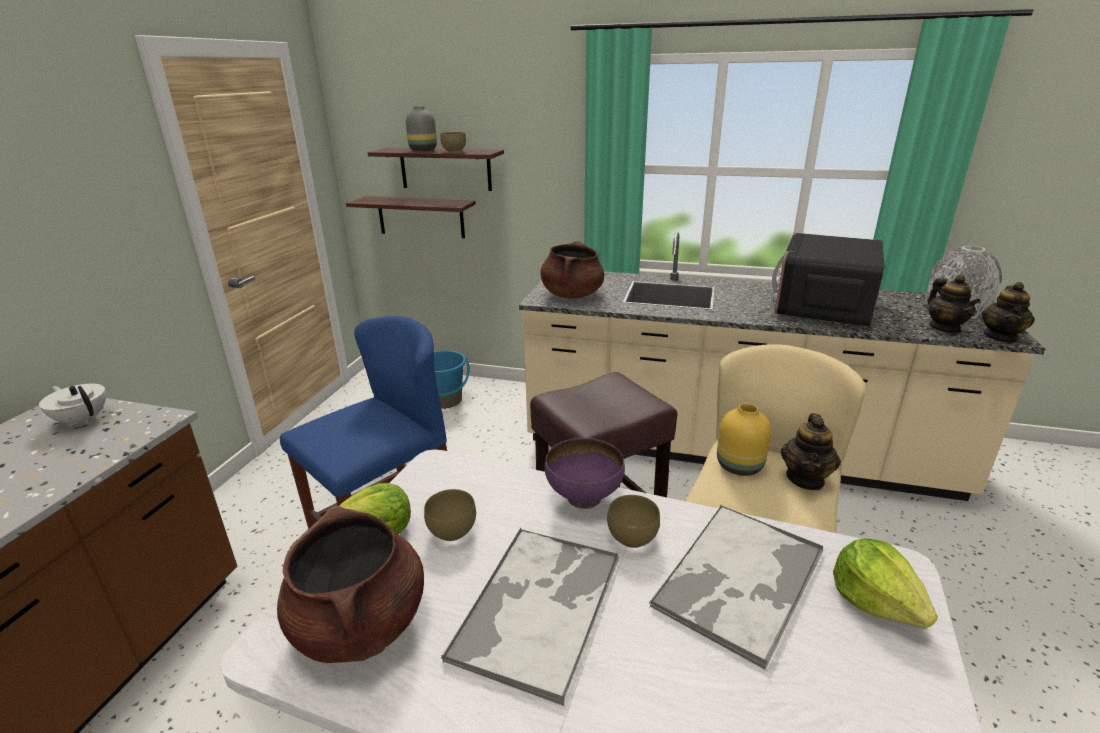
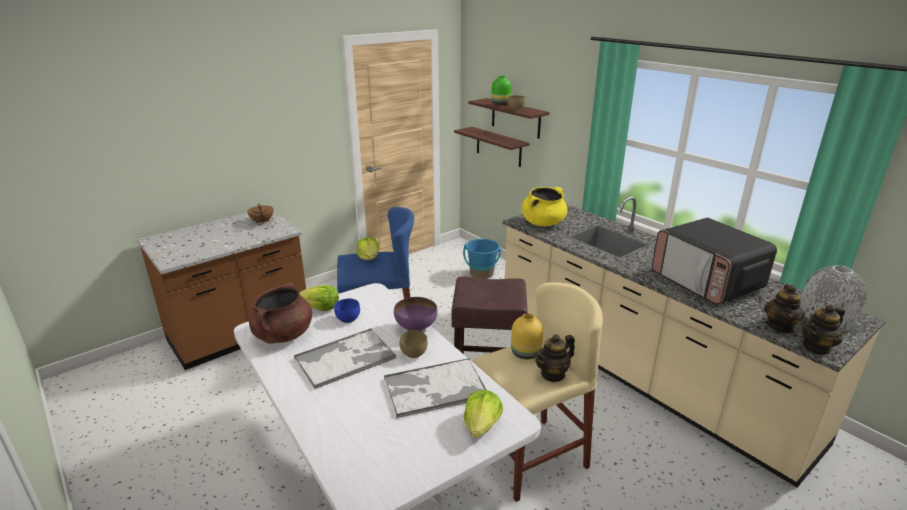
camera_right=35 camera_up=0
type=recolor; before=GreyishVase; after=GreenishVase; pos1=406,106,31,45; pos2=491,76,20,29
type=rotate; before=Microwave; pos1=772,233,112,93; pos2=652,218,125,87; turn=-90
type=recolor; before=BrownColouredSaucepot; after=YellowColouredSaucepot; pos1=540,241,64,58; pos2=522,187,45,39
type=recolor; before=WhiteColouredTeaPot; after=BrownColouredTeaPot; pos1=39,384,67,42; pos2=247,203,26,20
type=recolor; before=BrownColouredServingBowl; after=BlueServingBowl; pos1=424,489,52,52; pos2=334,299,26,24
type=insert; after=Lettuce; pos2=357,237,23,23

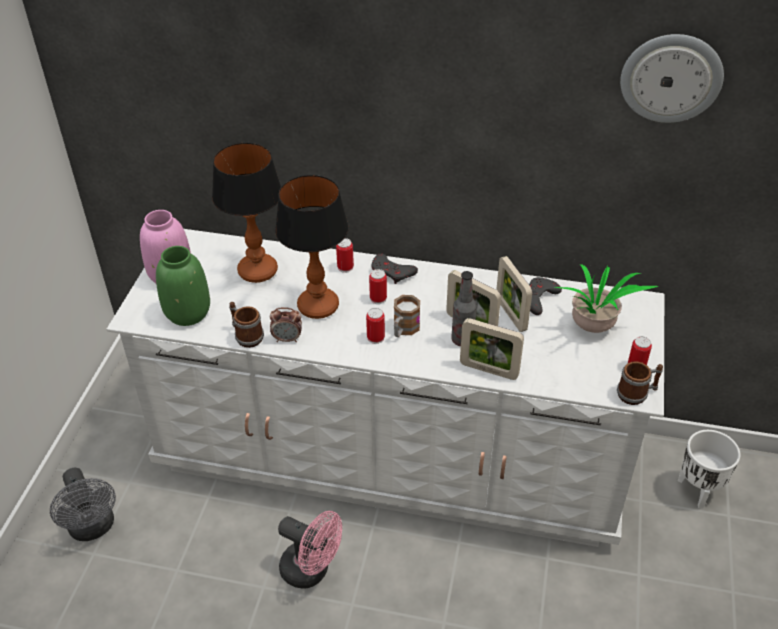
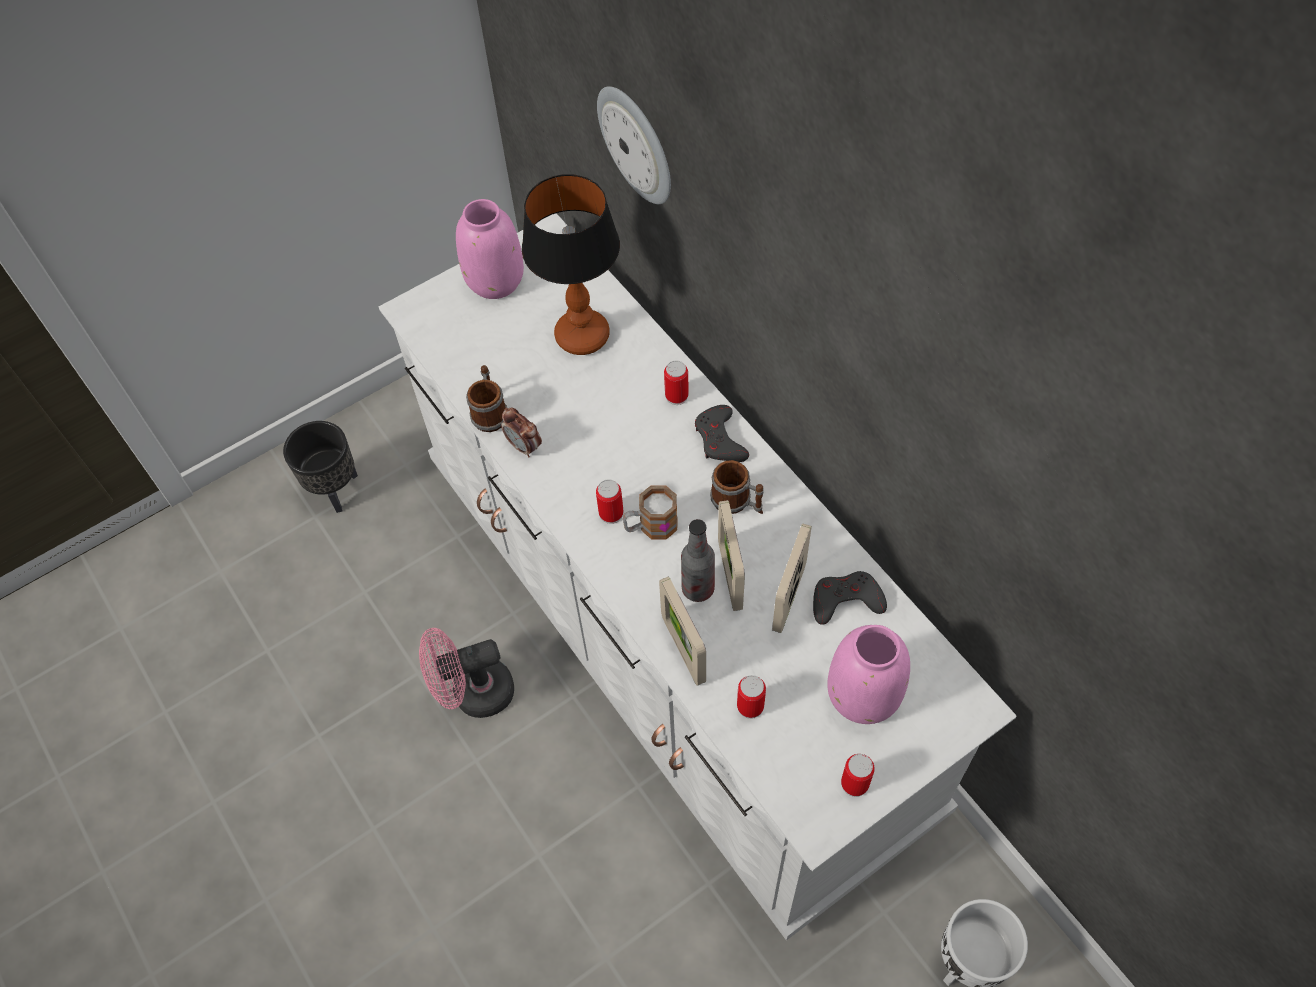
camera_right=45 camera_up=15
type=move; before=HangingClock; pos1=620,34,104,89; pos2=597,86,74,118
type=delete; before=TableLamp; pos1=275,175,74,144
type=delete; before=GreenishVase; pos1=156,246,54,80
type=replace; before=Houseplant; after=PinkColouredVase; pos1=555,264,103,69; pos2=827,625,83,99
type=move; before=MetalCan; pos1=369,269,18,35; pos2=737,675,29,44
type=move; before=Mug; pos1=617,361,46,44; pos2=710,460,54,54
type=replace; before=GreyishFan; after=BlackishPlantPot; pos1=50,468,66,73; pos2=283,421,75,92
type=rotate; before=PinkColouredFan; pos1=278,511,64,78; pos2=419,628,95,90; turn=90

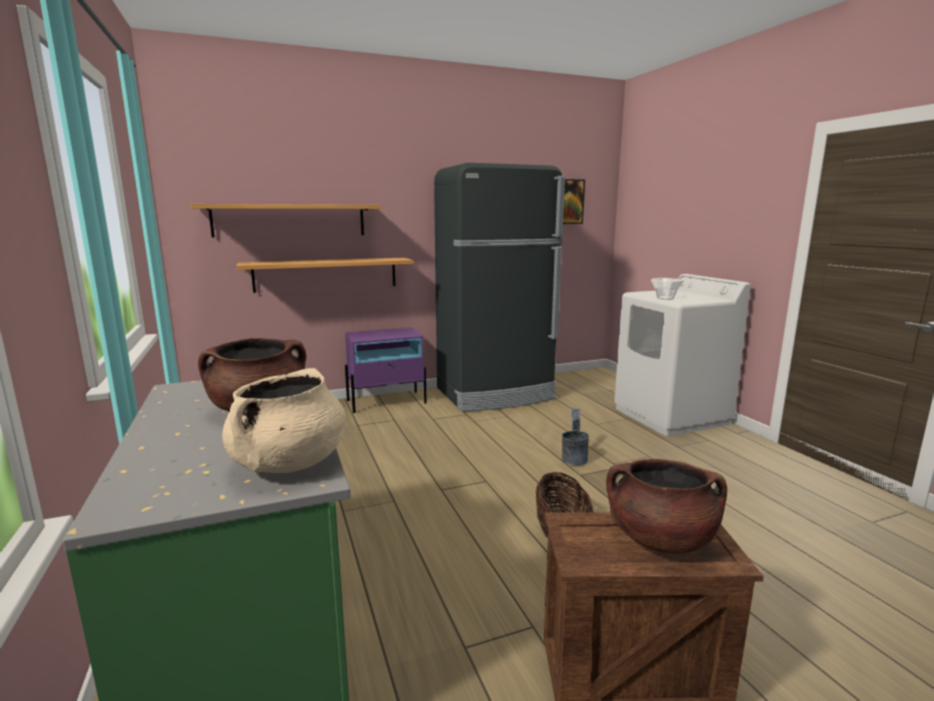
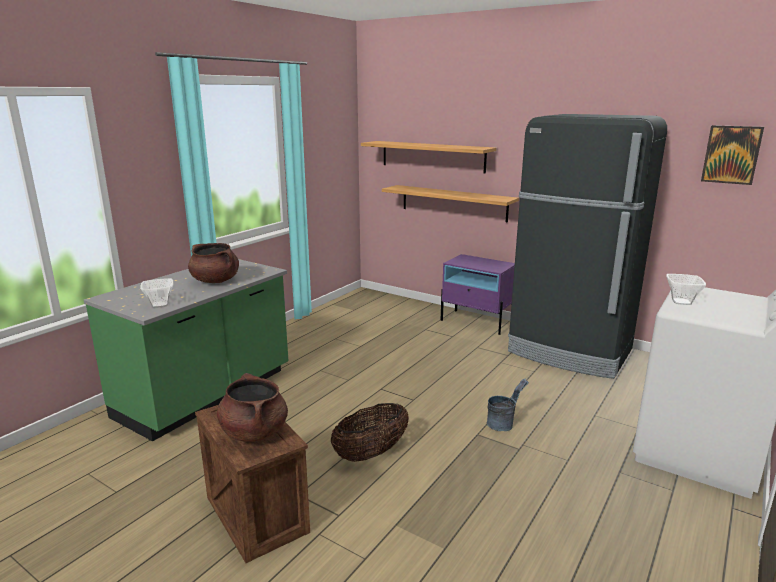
camera_right=55 camera_up=5
type=replace; before=BeigeSaucepot; after=ServingBowl; pos1=222,368,124,105; pos2=140,278,33,30

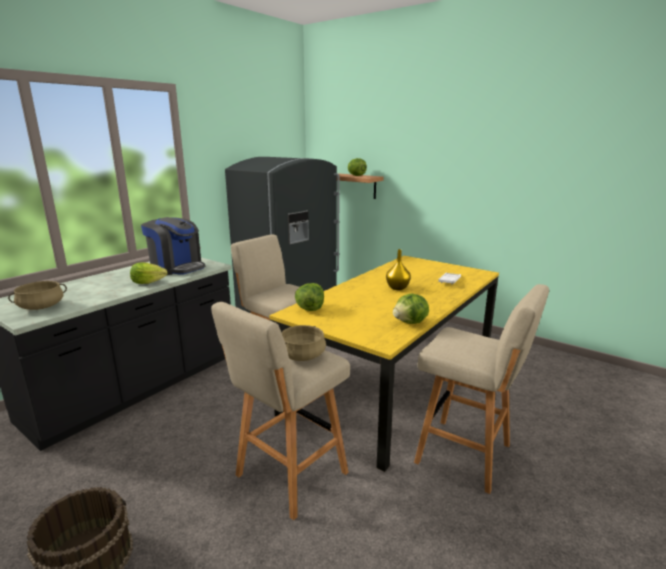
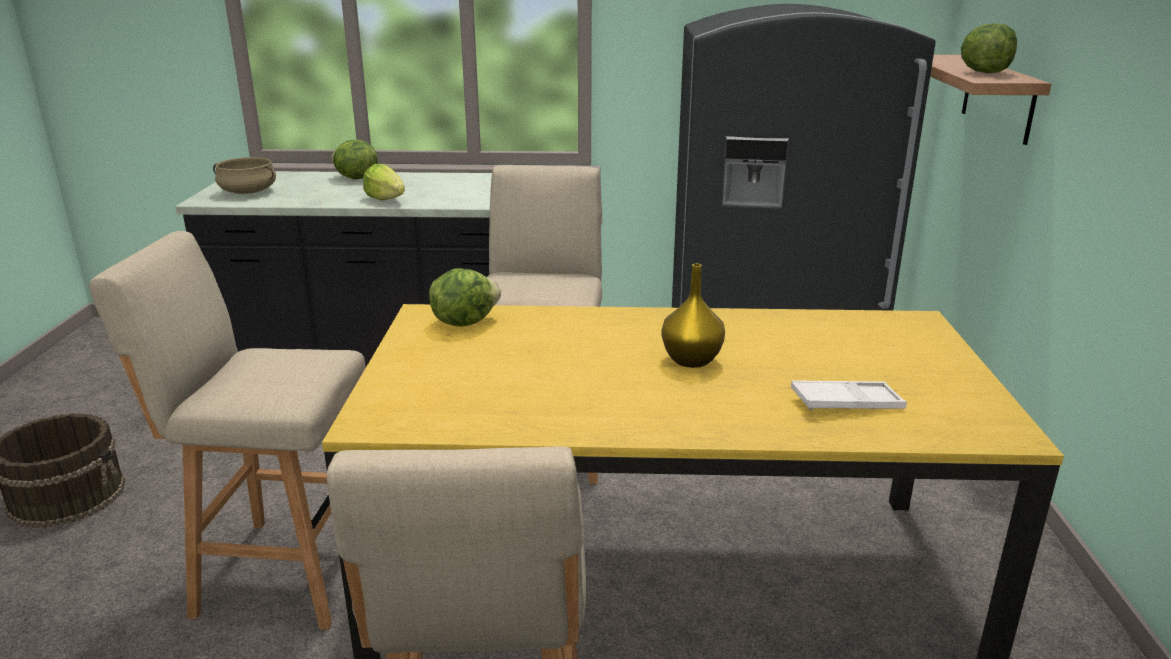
camera_right=55 camera_up=5
type=delete; before=CoffeeBrewer; pos1=141,217,64,58
type=move; before=Lettuce; pos1=393,293,36,31; pos2=332,140,46,39
type=delete; before=BeigeSaucepot; pos1=281,325,45,36

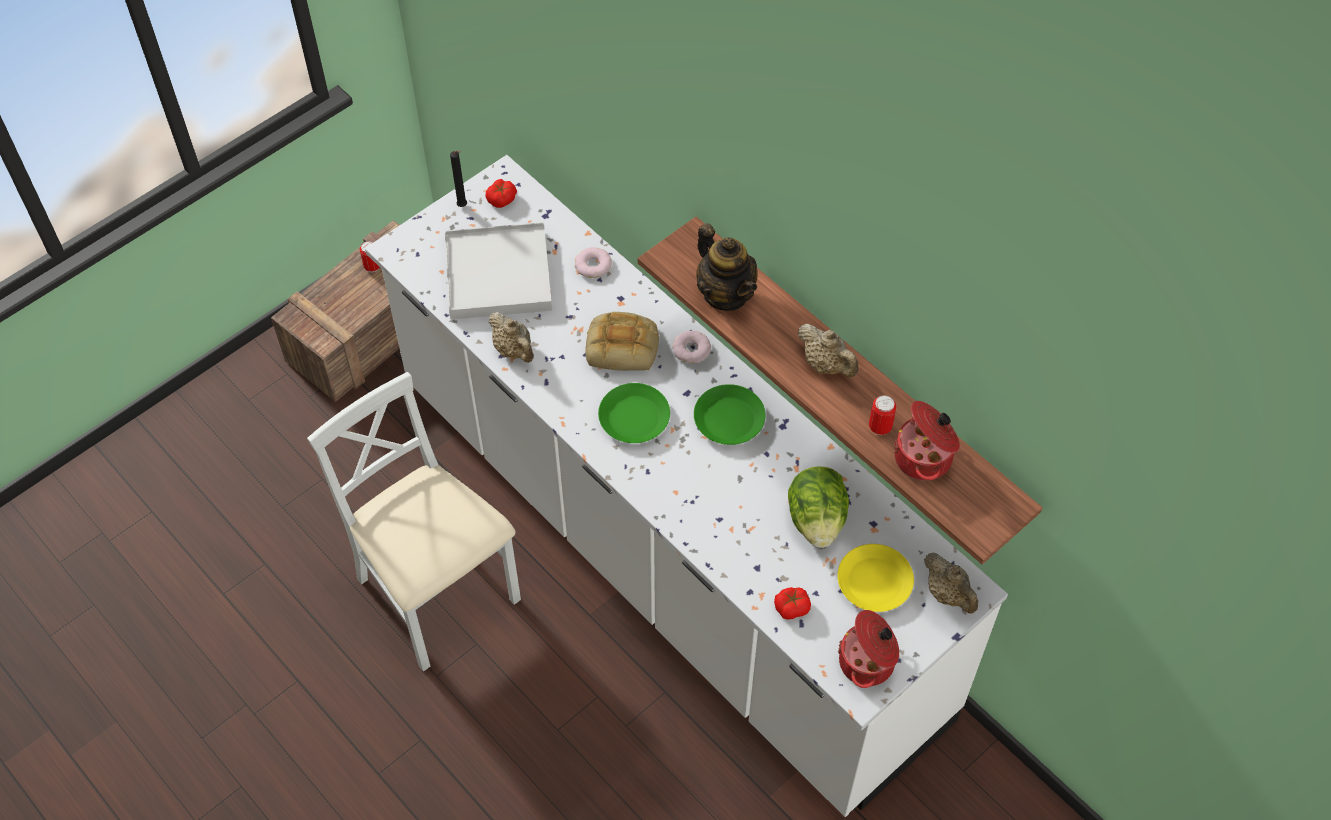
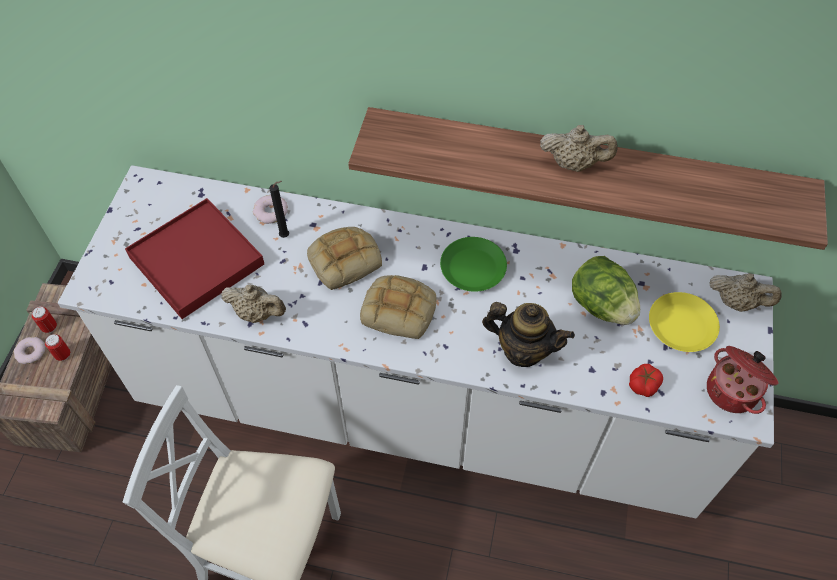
camera_right=-35 camera_up=0
type=move; before=BlackishWaxLight; pos1=450,150,17,57; pos2=269,181,20,57
type=delete; before=WholeTomato; pos1=485,179,32,29
type=recolor; before=WhiteColouredServingTray; after=RedServingTray; pos1=445,222,107,98; pos2=125,198,139,121
type=move; before=TeaPot; pos1=696,223,62,88; pos2=482,302,93,65
type=move; before=Donut; pos1=672,331,39,32; pos2=14,337,32,27
type=replace; before=GreenishPlate; after=Bread; pos1=598,383,72,60; pos2=360,275,76,64
type=move; before=MetalCan; pos1=869,395,27,40; pos2=45,334,25,27
type=delete; before=Saucepot; pos1=894,401,66,80

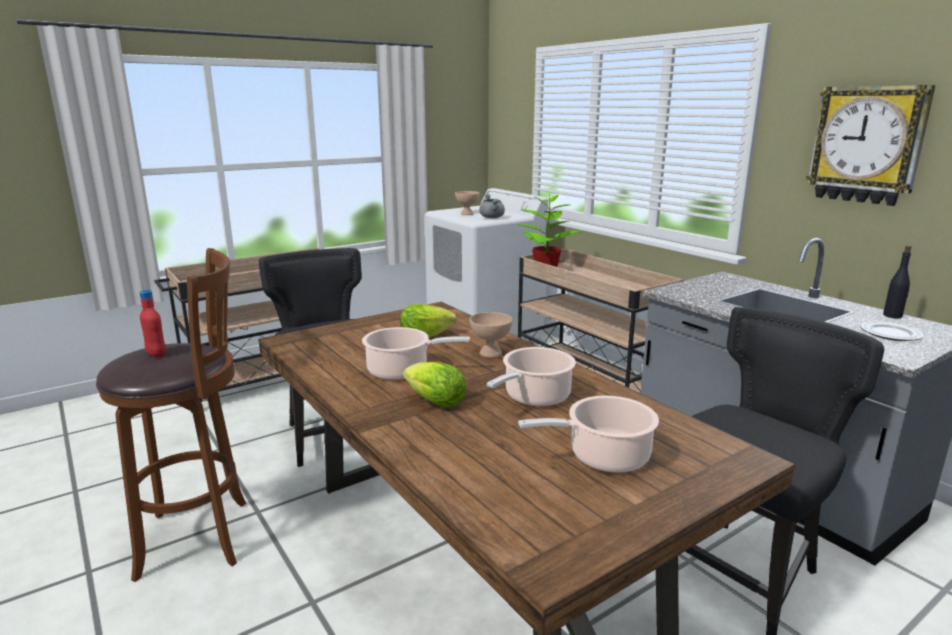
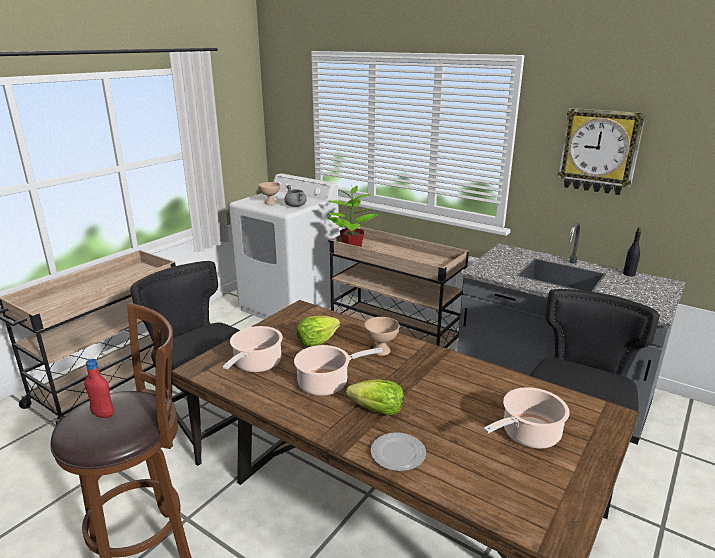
camera_right=-20 camera_up=5
type=move; before=Plate; pos1=860,321,64,20; pos2=371,432,55,39
type=move; before=Saucepot; pos1=487,347,89,59; pos2=223,326,60,46

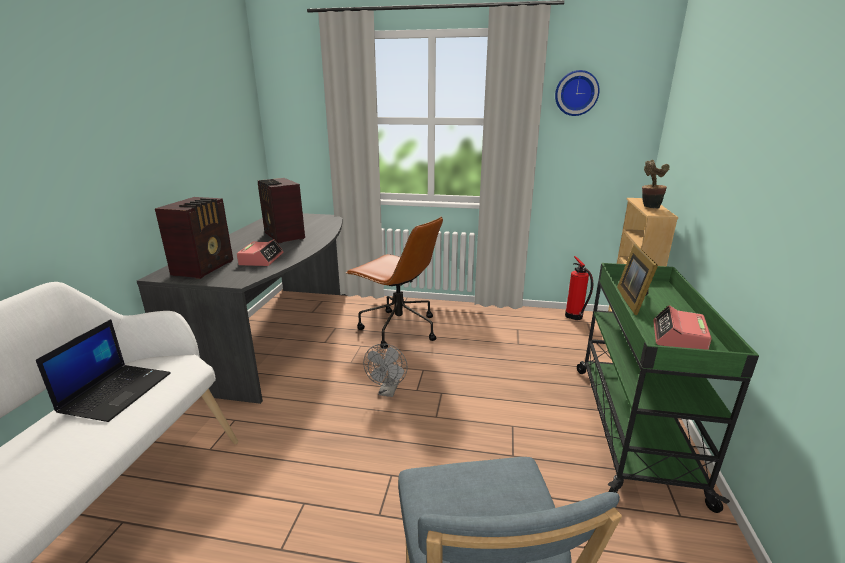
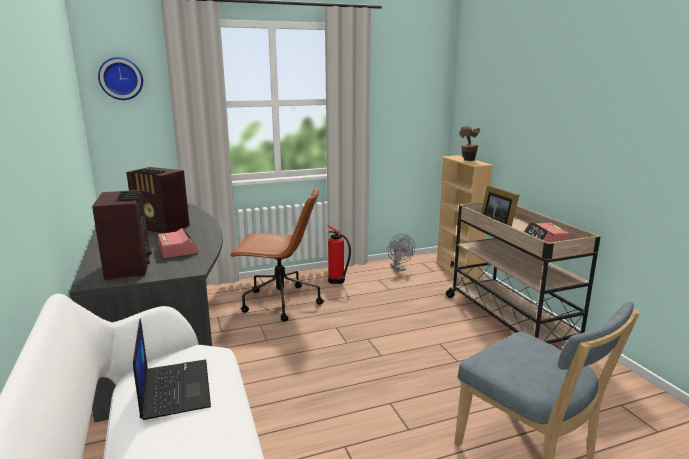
camera_right=-30 camera_up=-5
type=move; before=HangingClock; pos1=555,70,45,46; pos2=98,57,45,43
type=move; before=FireFightingCylinder; pos1=565,256,28,64; pos2=327,225,24,59
type=recolor; before=GreenishCart; after=BeigeCart; pos1=577,263,182,250; pos2=446,202,154,142
type=move; before=GreyishFan; pos1=363,344,45,53; pos2=388,234,27,37

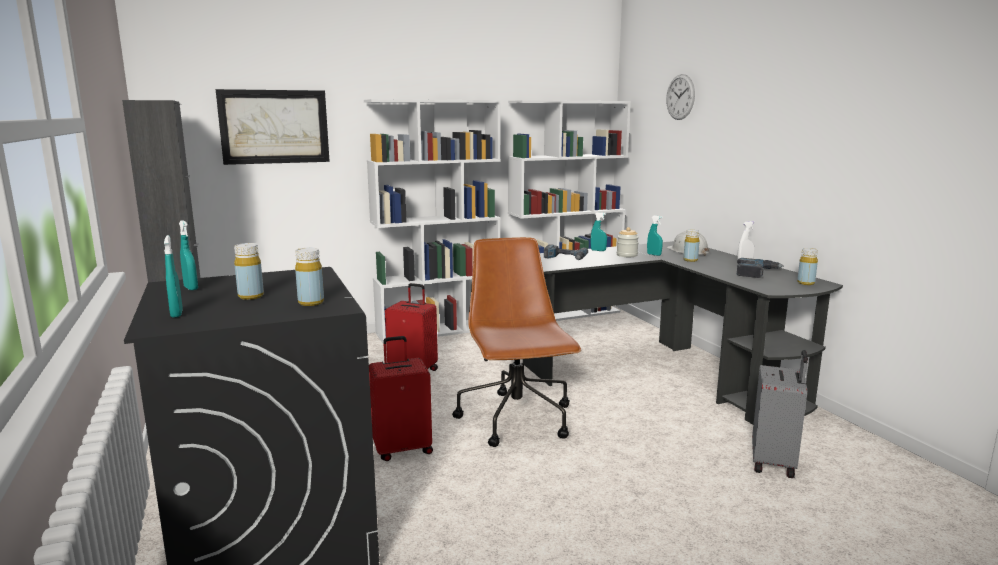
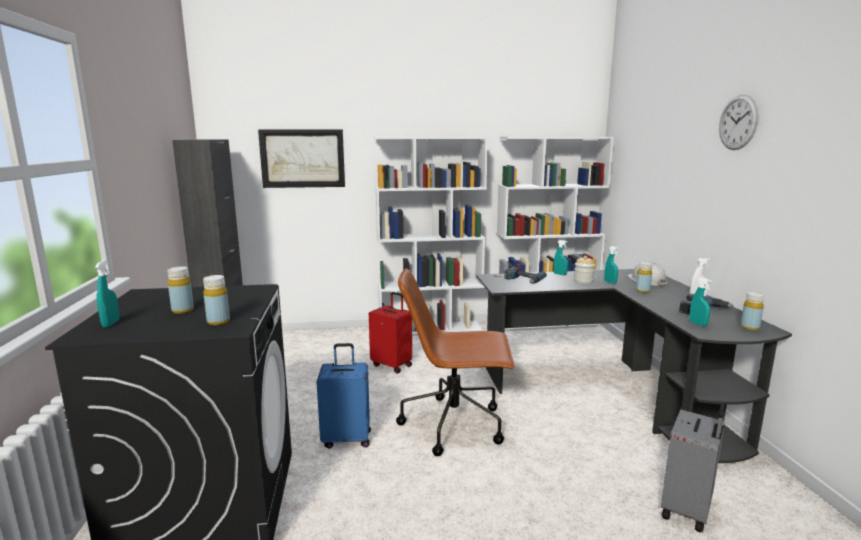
camera_right=15 camera_up=0
type=move; before=HangingClock; pos1=666,74,29,46; pos2=719,95,40,55
type=move; before=TurquoiseSprayer; pos1=179,220,19,70; pos2=689,278,23,48
type=rotate; before=BrownColouredDeskChair; pos1=452,237,129,210; pos2=396,268,119,188; turn=-90
type=recolor; before=RedSuitcase; after=BlueSuitcase; pos1=369,336,64,125; pos2=317,343,54,106

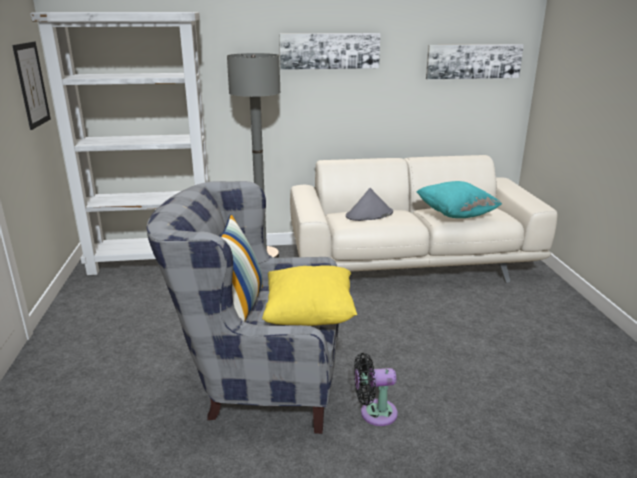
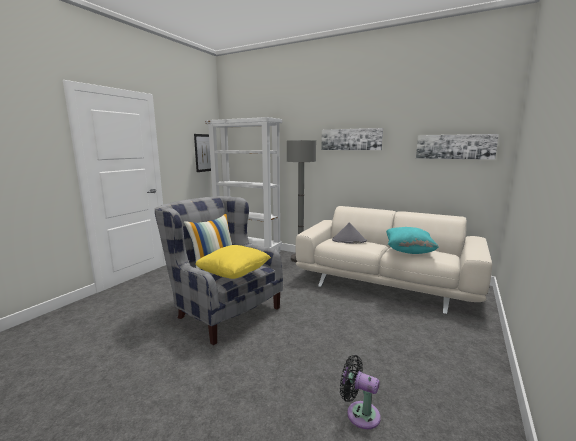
camera_right=35 camera_up=-10
type=move; before=BlackishFan; pos1=354,353,44,73; pos2=340,355,41,74

